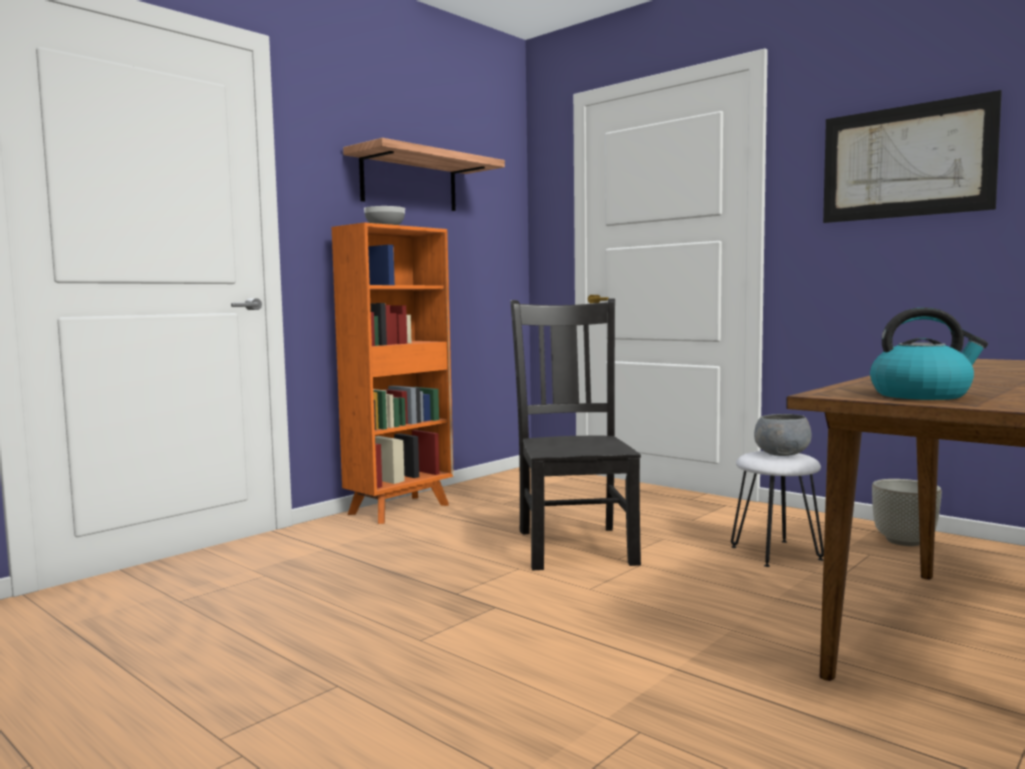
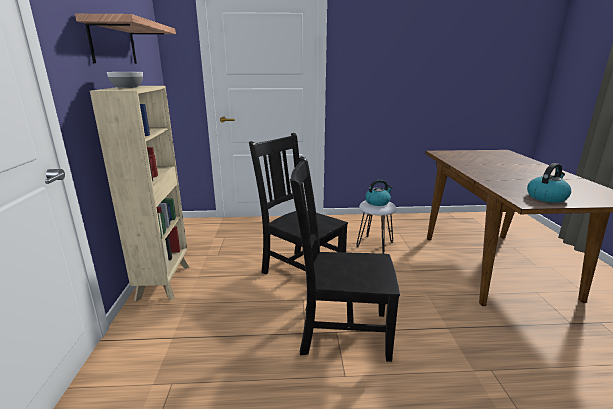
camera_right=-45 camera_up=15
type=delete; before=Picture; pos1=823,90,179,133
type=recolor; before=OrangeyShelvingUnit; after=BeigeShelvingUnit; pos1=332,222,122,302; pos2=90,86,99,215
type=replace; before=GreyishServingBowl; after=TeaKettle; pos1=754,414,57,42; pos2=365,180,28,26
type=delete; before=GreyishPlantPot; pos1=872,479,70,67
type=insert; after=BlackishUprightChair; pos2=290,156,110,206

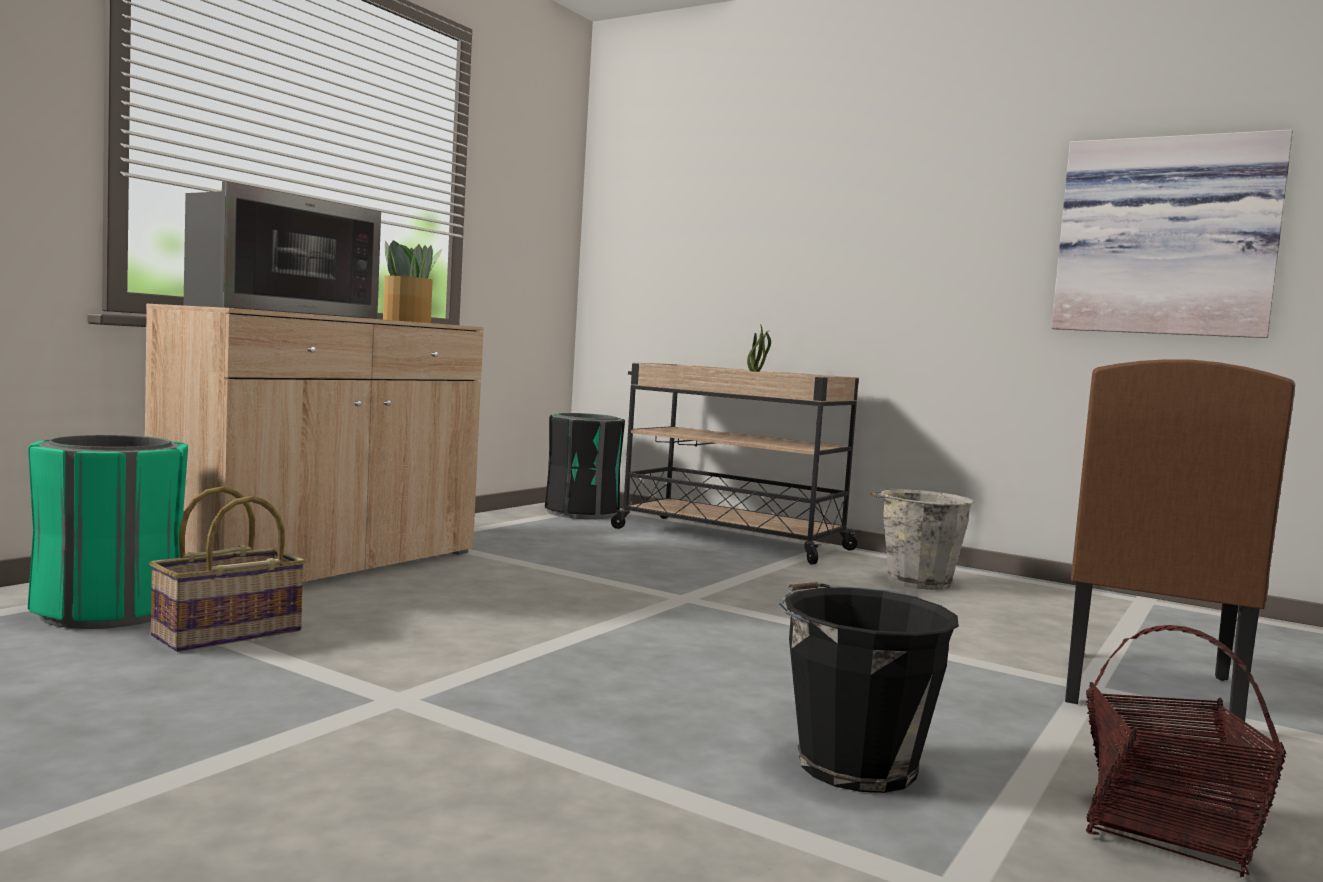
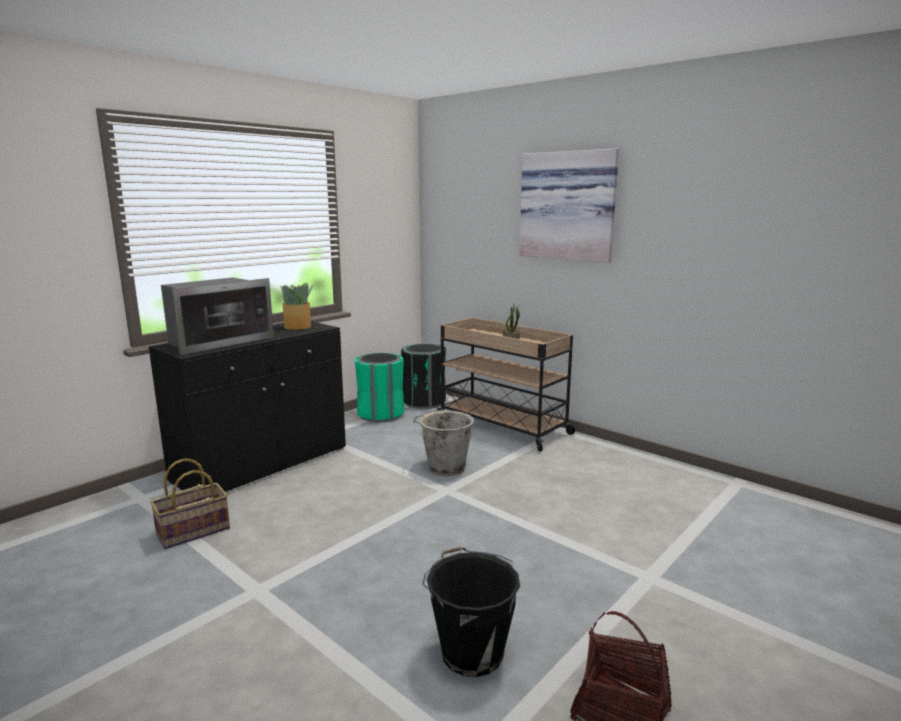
camera_right=10 camera_up=10
type=move; before=Picture; pos1=1051,129,242,209; pos2=519,148,100,115
type=recolor; before=BeigeCupboard; after=BlackishCupboard; pos1=145,304,339,278; pos2=148,321,198,171
type=delete; before=BrownColouredUprightChair; pos1=1065,359,230,377
type=move; before=GreenishTrashCan; pos1=28,435,160,194; pos2=355,353,50,70
type=move; before=GreyishPail; pos1=870,489,104,101; pos2=413,410,61,66

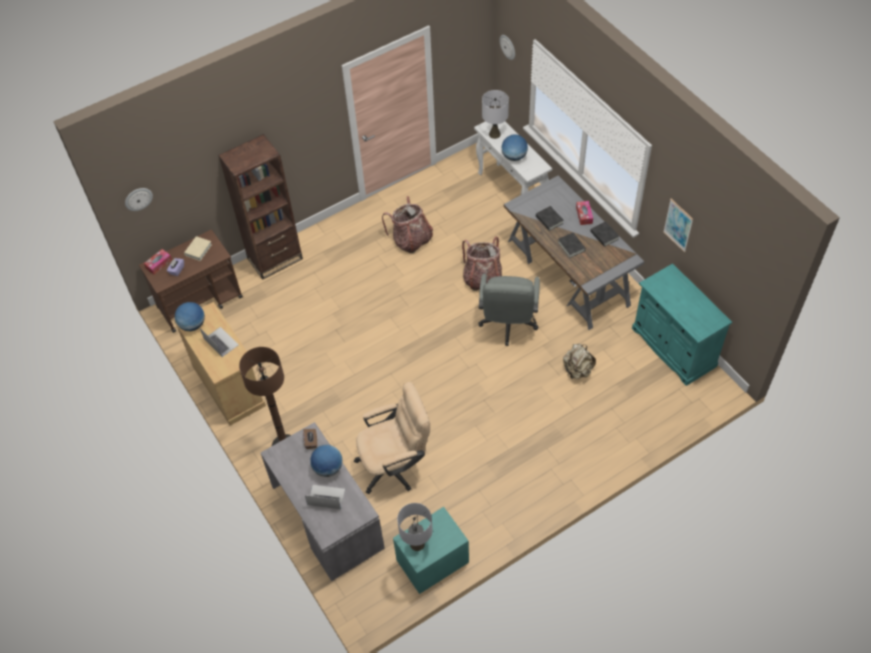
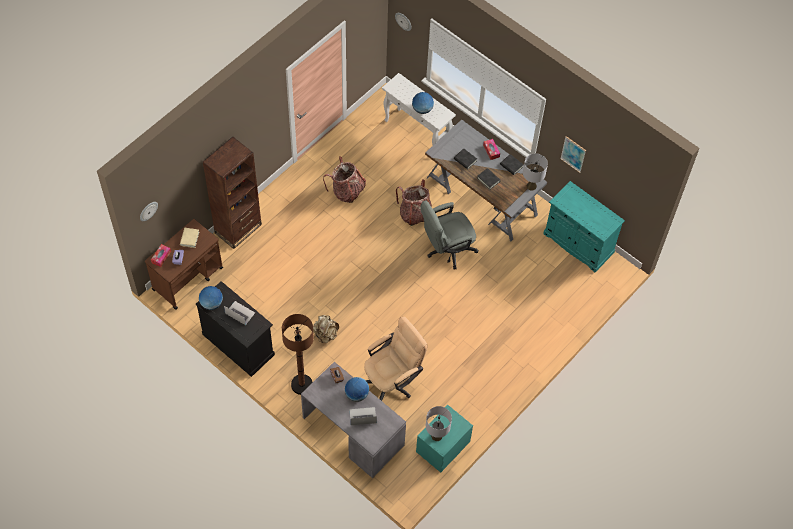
camera_right=-20 camera_up=5
type=move; before=GreyishTableLamp; pos1=482,90,27,49; pos2=523,153,25,38
type=rotate; before=GreyishDeskChair; pos1=478,273,62,73; pos2=421,200,57,70; turn=75
type=recolor; before=BeigeCupboard; after=BlackishCupboard; pos1=175,302,91,124; pos2=196,281,79,96
type=move; before=BeigeRucksack; pos1=563,344,33,35; pos2=313,315,26,28

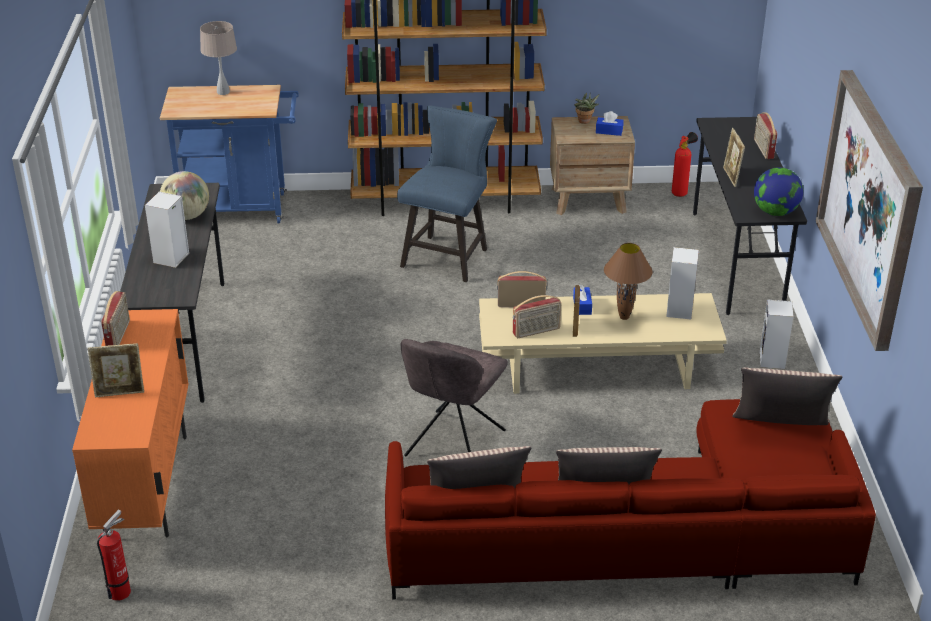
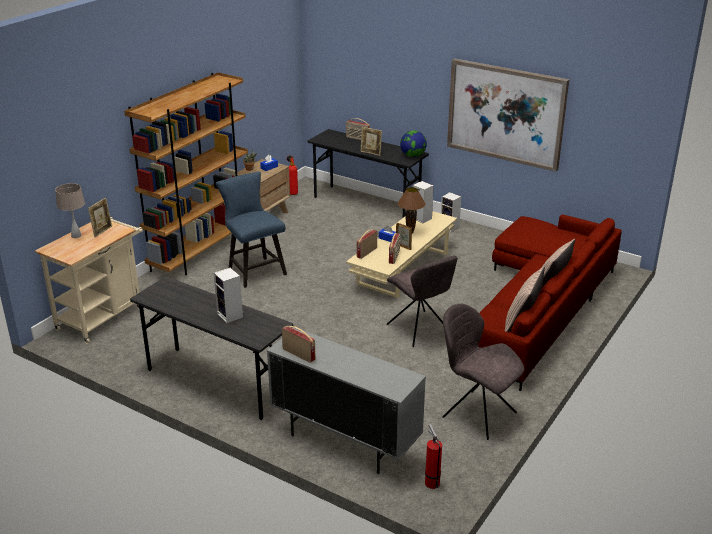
camera_right=-55 camera_up=-5
type=recolor; before=BlueCart; after=BeigeCart; pos1=160,85,139,138; pos2=35,217,108,127
type=delete; before=Globe; pos1=160,171,49,49
type=recolor; before=OrangeyCupboard; after=GreyishCupboard; pos1=72,309,116,228; pos2=267,328,159,146
type=move; before=StandingFrame; pos1=88,343,56,54; pos2=88,198,24,39
type=delete; before=Pillow; pos1=732,367,110,58
type=insert; after=GreyishUprightChair; pos2=442,304,82,136

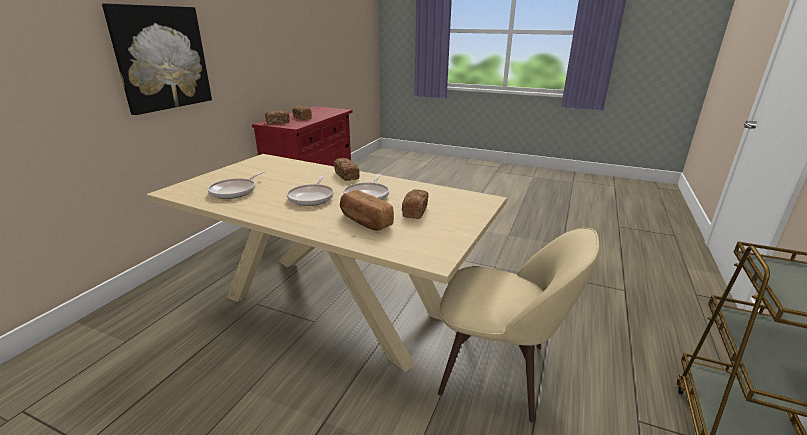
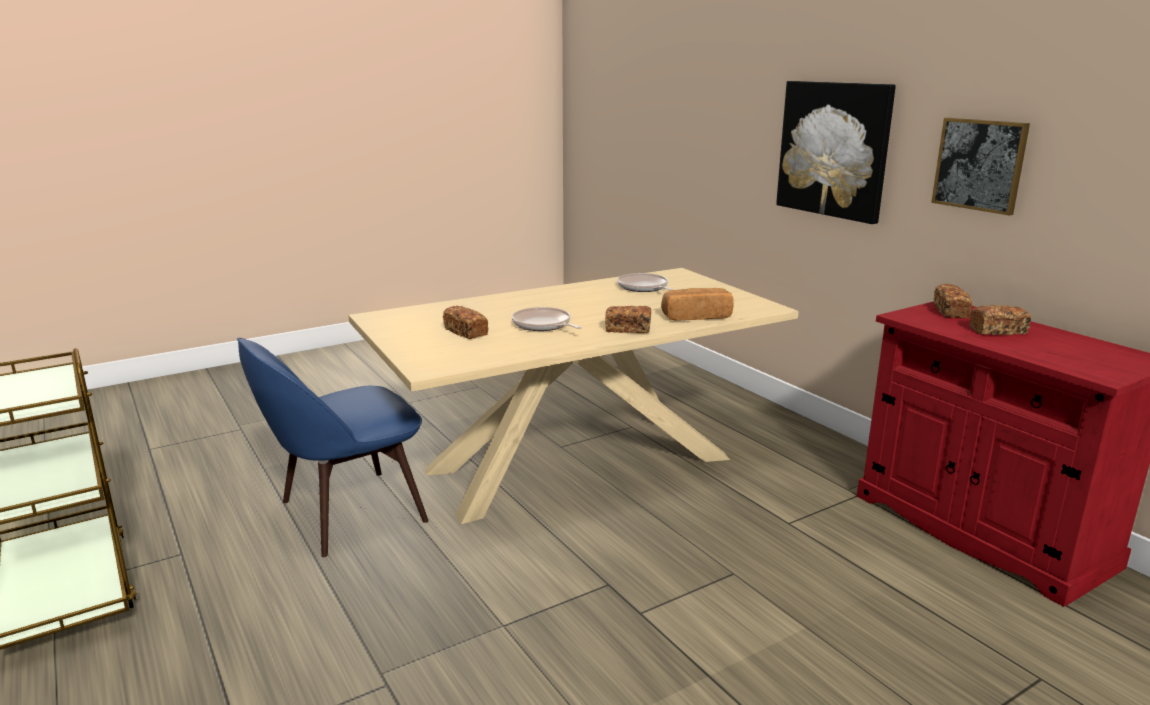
camera_right=125 camera_up=-5
type=delete; before=Skillet; pos1=287,175,47,31
type=move; before=Bread; pos1=340,190,54,41; pos2=661,288,73,33
type=recolor; before=BeigeUprightChair; after=BlueUprightChair; pos1=438,228,161,195; pos2=237,338,191,219
type=insert; after=Picture; pos2=931,118,99,97

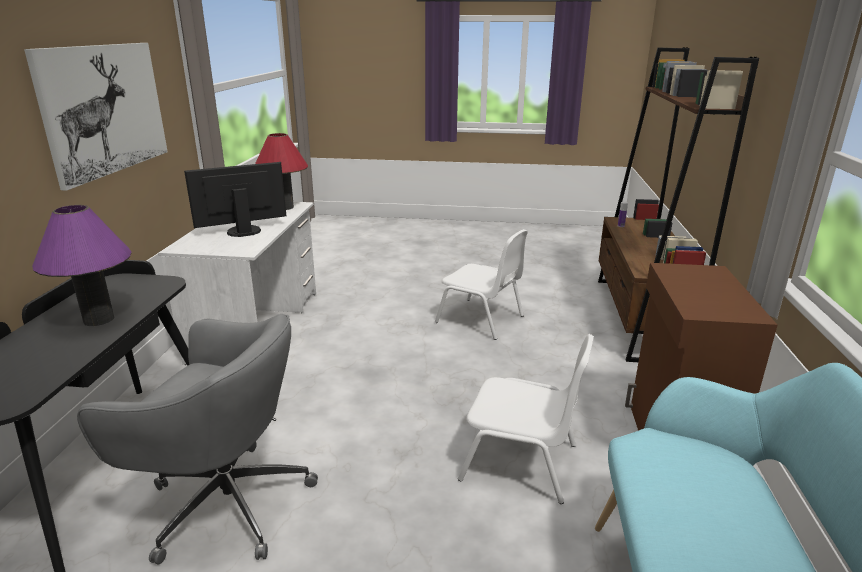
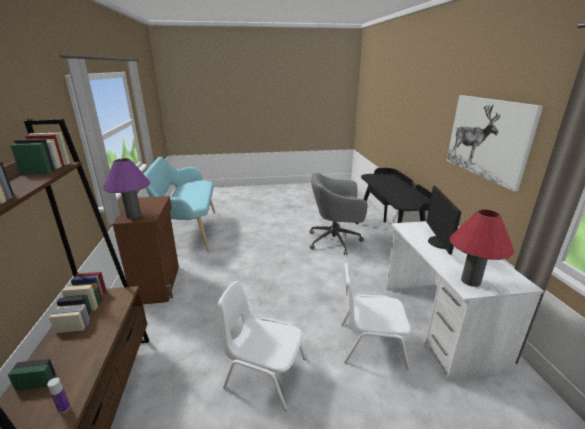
camera_right=165 camera_up=0
type=rotate; before=Monitor; pos1=184,162,102,75; pos2=427,185,34,70; turn=135
type=move; before=PurplishTableLamp; pos1=32,205,100,121; pos2=103,158,47,61
type=move; before=WhiteColouredUprightChair; pos1=458,334,136,170; pos2=341,263,70,106

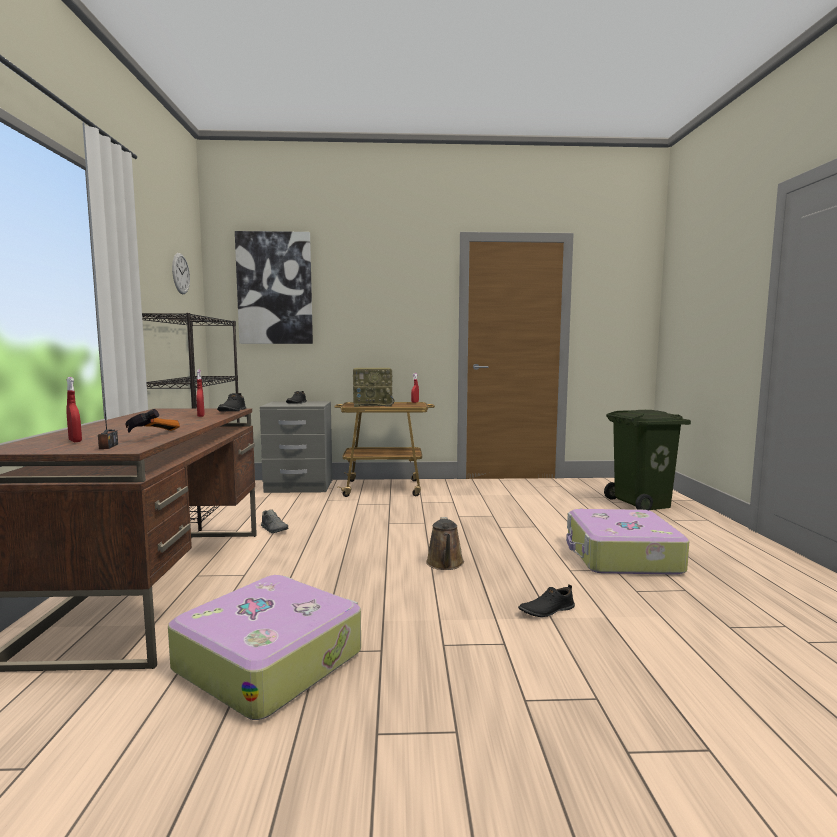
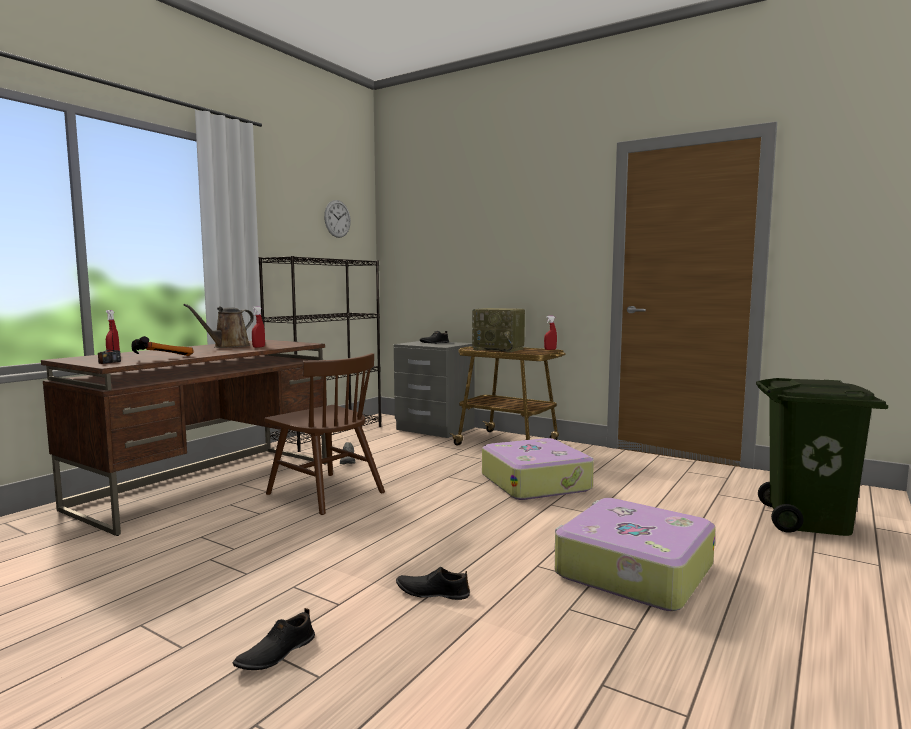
camera_right=35 camera_up=0
type=delete; before=Picture; pos1=235,231,78,113
type=move; before=BlackishShoe; pos1=217,393,29,19; pos2=233,608,82,62
type=move; before=BrownColouredWateringPot; pos1=426,517,38,53; pos2=184,304,70,44
type=move; before=Suitcase; pos1=168,575,193,145; pos2=482,438,112,62
type=insert; after=BrownColouredUprightChair; pos2=264,353,121,162

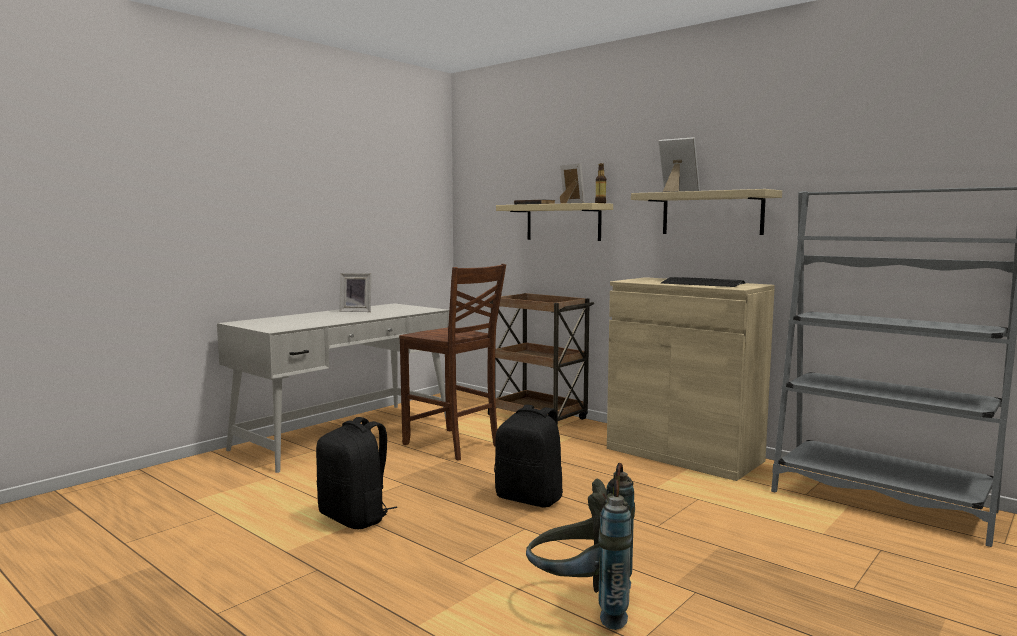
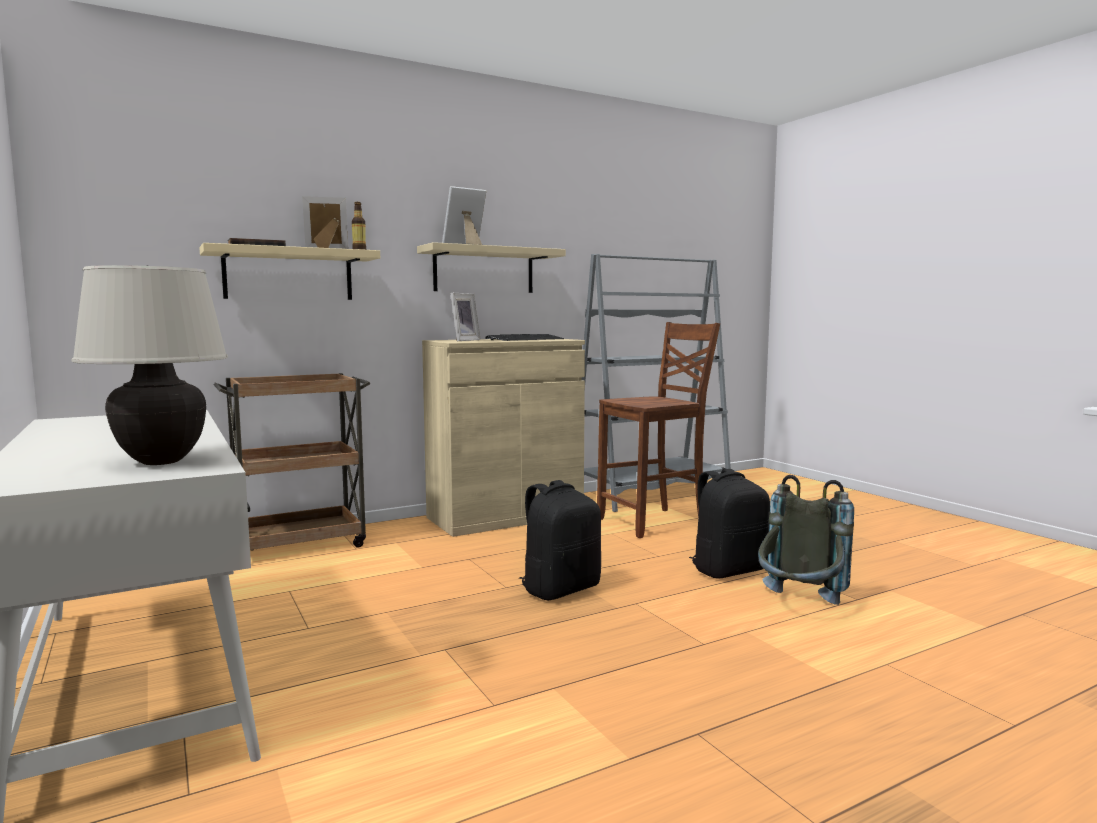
camera_right=-70 camera_up=0
type=move; before=BrownColouredUprightChair; pos1=399,264,107,197; pos2=597,322,123,216
type=move; before=StandingFrame; pos1=340,273,31,39; pos2=450,293,31,48
type=move; before=BlackishRucksack; pos1=316,417,81,112; pos2=689,469,81,110
type=insert; after=BeigeTableLamp; pos2=72,265,156,200

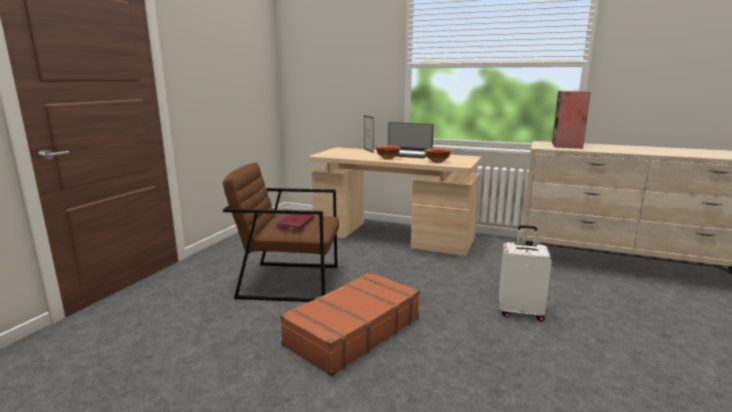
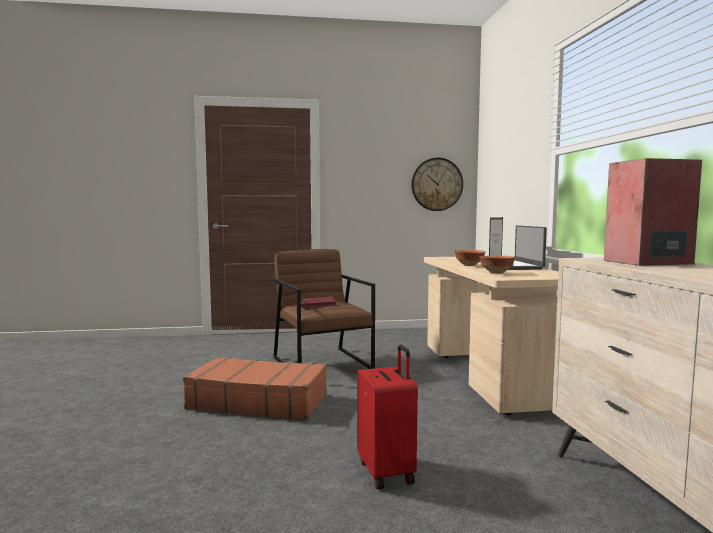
camera_right=60 camera_up=-10
type=recolor; before=WhiteColouredSuitcase; after=RedSuitcase; pos1=499,225,53,96; pos2=357,344,61,146
type=insert; after=HangingClock; pos2=411,157,52,54

